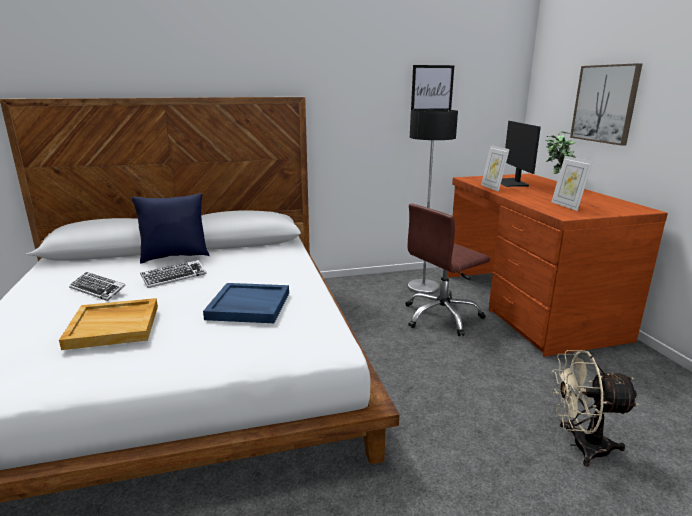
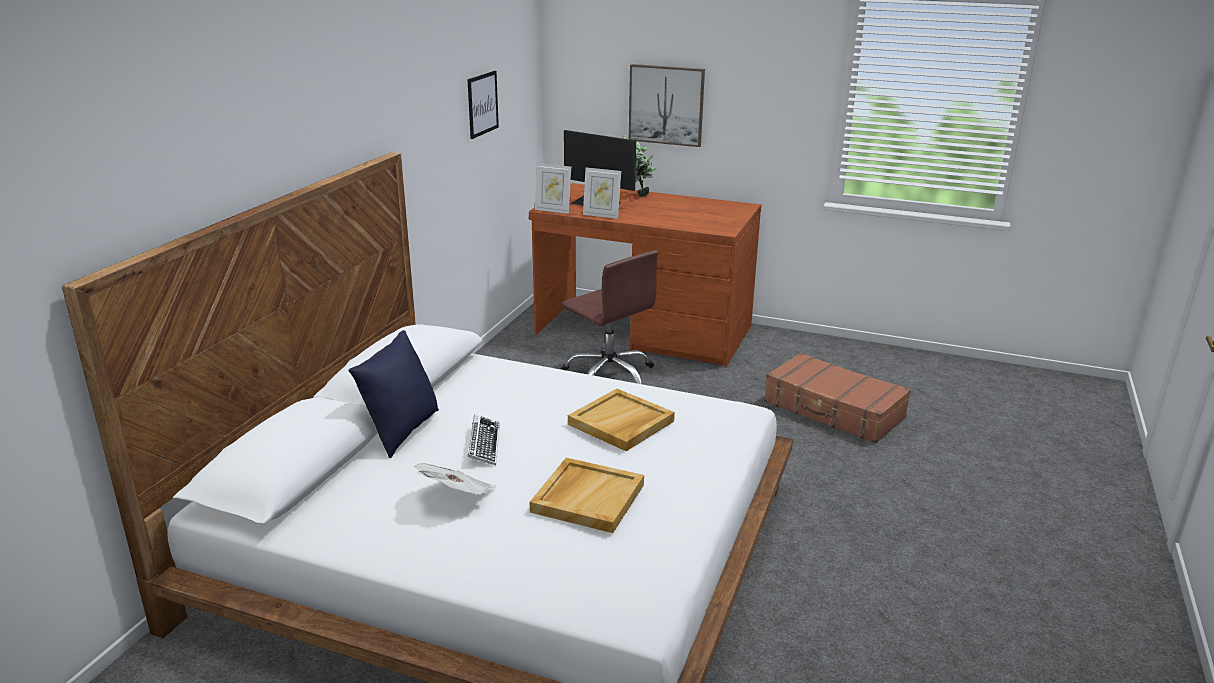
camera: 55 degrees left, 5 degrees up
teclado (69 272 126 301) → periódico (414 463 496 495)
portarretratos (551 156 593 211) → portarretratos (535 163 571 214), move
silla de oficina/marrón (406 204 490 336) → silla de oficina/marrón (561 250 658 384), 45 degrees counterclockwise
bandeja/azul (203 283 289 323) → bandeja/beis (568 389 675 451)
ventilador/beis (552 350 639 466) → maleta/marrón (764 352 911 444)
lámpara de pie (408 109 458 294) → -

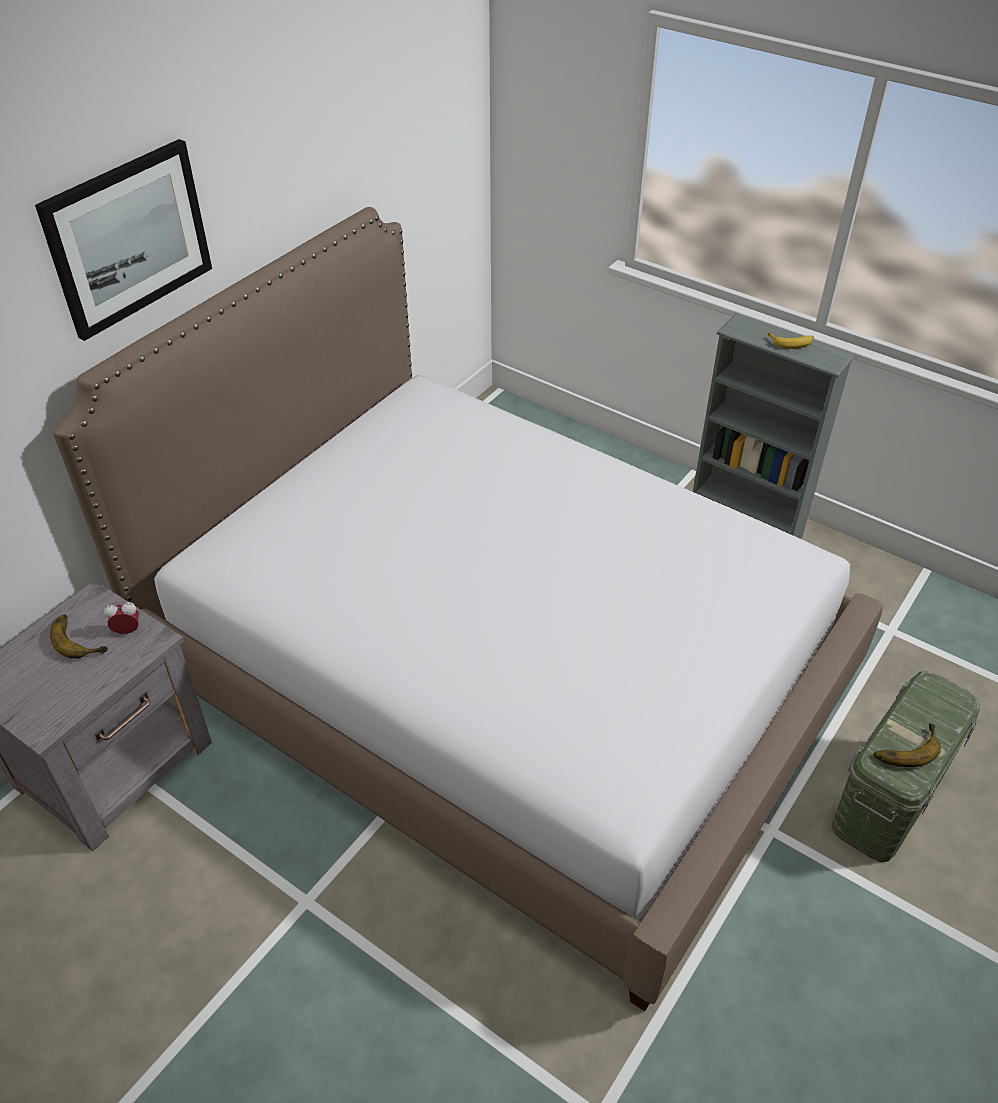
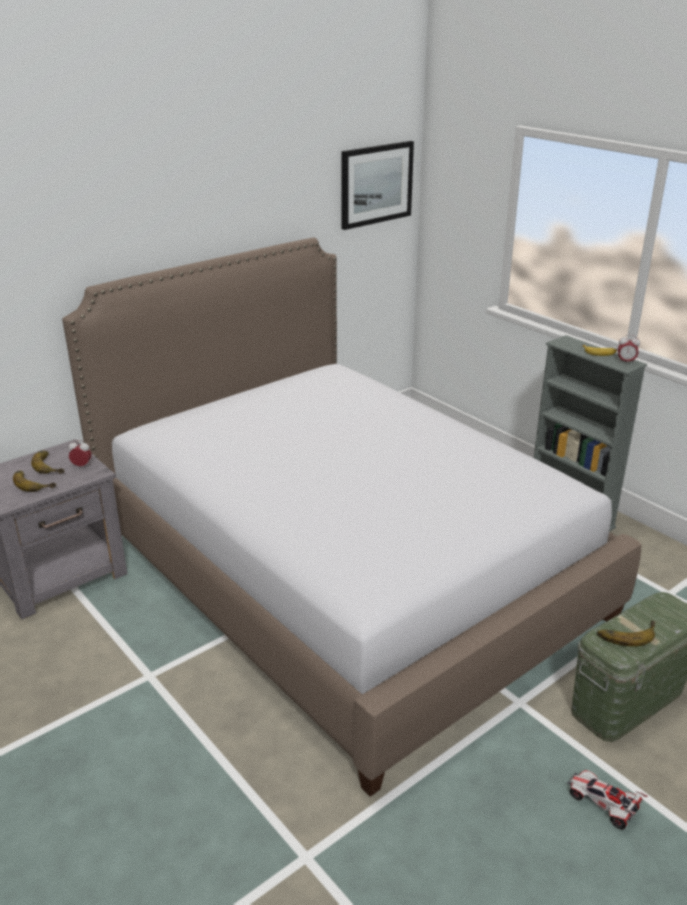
camera: 15 degrees right, 15 degrees down
- → plátano (13 471 56 492)
cuadro (35 139 212 341) → cuadro (341 141 414 230), move
- → coche de juguete (567 770 648 829)
- → despertador (618 335 640 364)

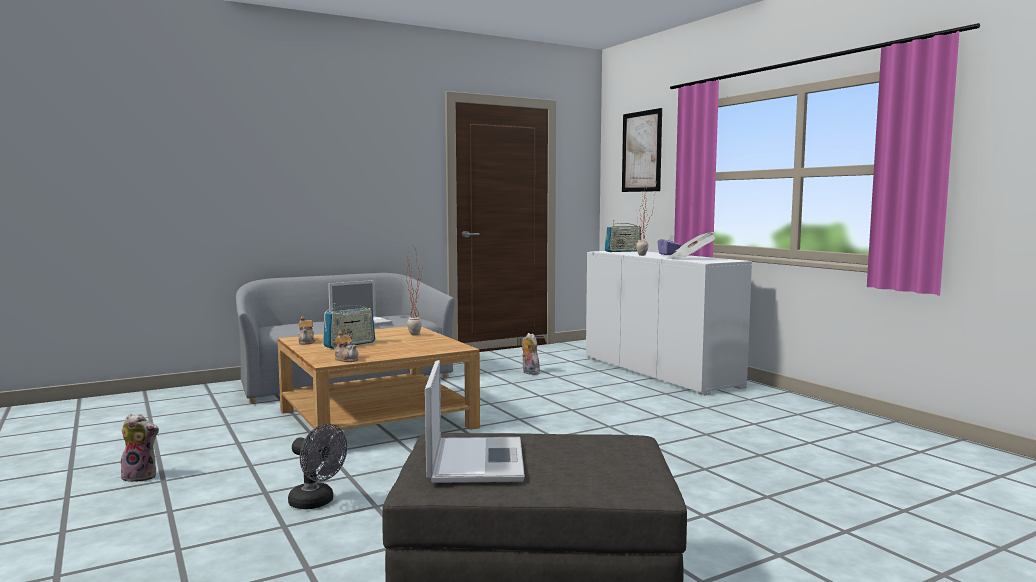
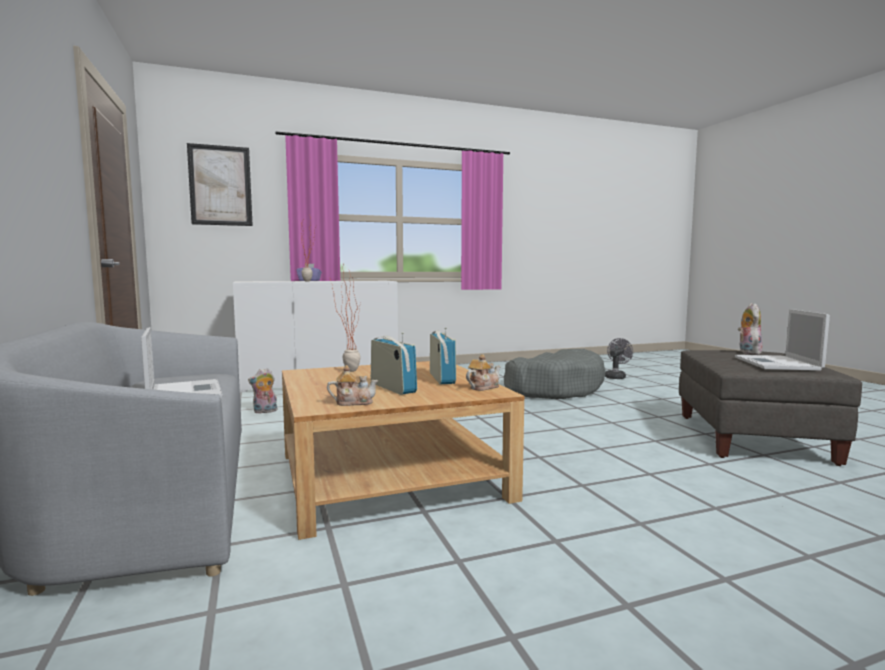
camera: 80 degrees left, 0 degrees up
radio (605 220 641 252) → radio (430 328 456 384), move
- → cama para perro/gris (504 349 606 399)
ventilador/gris (288 424 347 509) → ventilador/gris (605 338 633 379), move
portátil (425 360 525 483) → portátil (735 309 830 371), 90 degrees counterclockwise
peluche (121 414 159 482) → peluche (738 303 762 354), move
periódico (667 232 716 259) → -

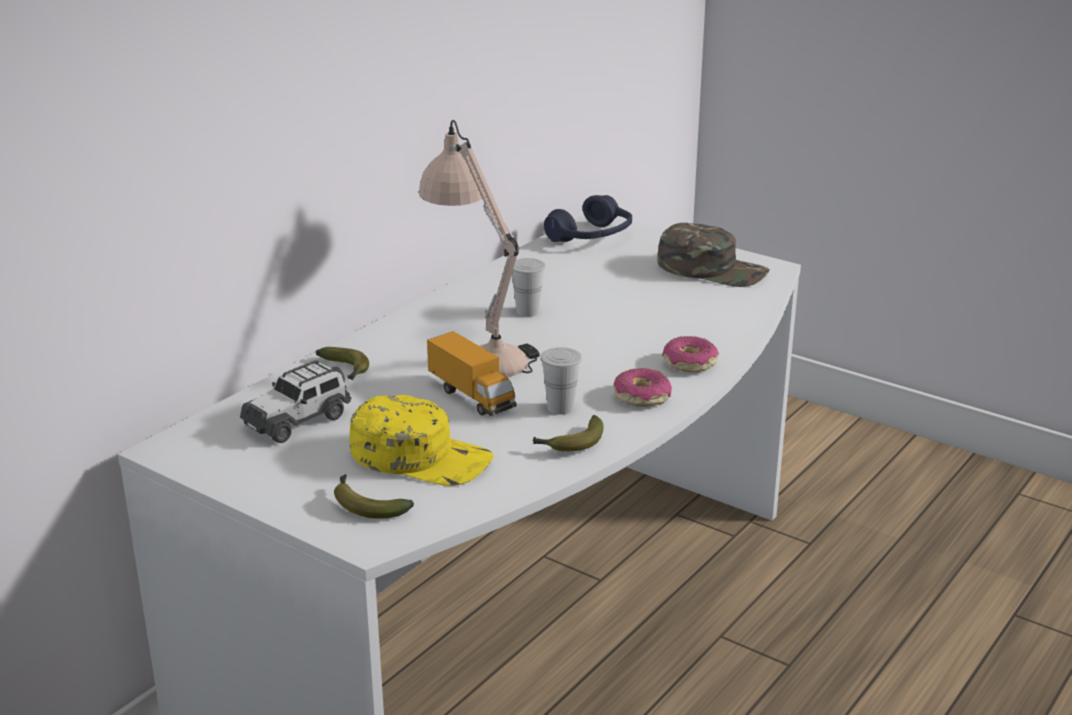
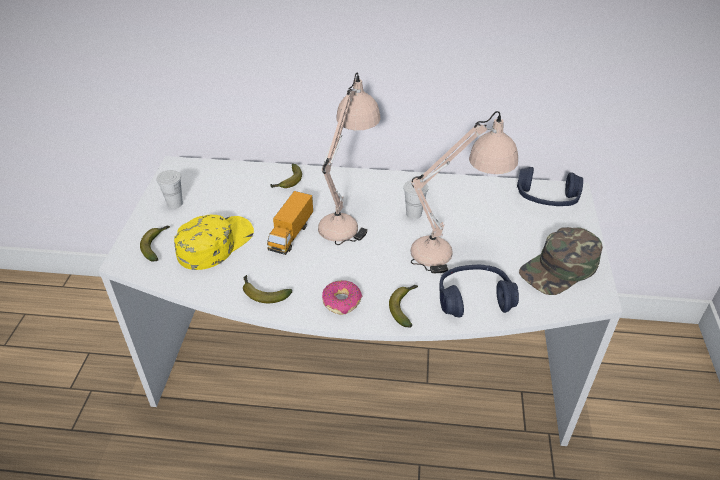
camera: 60 degrees right, 15 degrees up
taza/blanco (540 347 582 415) → taza/blanco (156 170 183 209), move
gorra/amarillo (349 395 493 486) → gorra/amarillo (174 214 254 270), 135 degrees counterclockwise
rosquilla (662 336 719 372) → plátano (389 285 418 328)
- → lámpara de mesa/beis (410 111 518 273)
- → auriculares/azul (439 265 519 318)
gorra/verde (657 223 770 287) → gorra/verde (519 227 603 295), 60 degrees clockwise
coche de juguete (240 360 351 443) → -

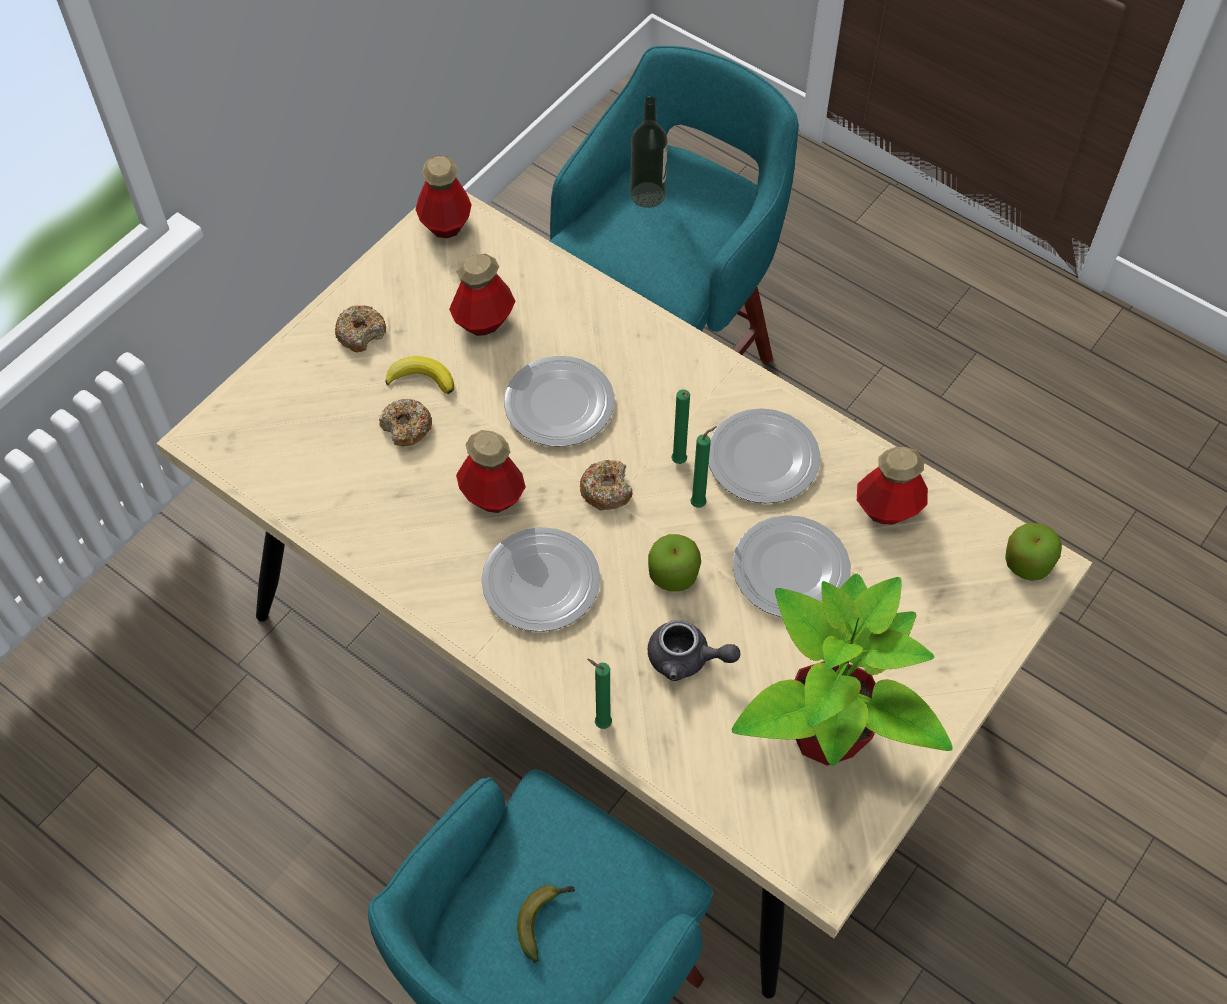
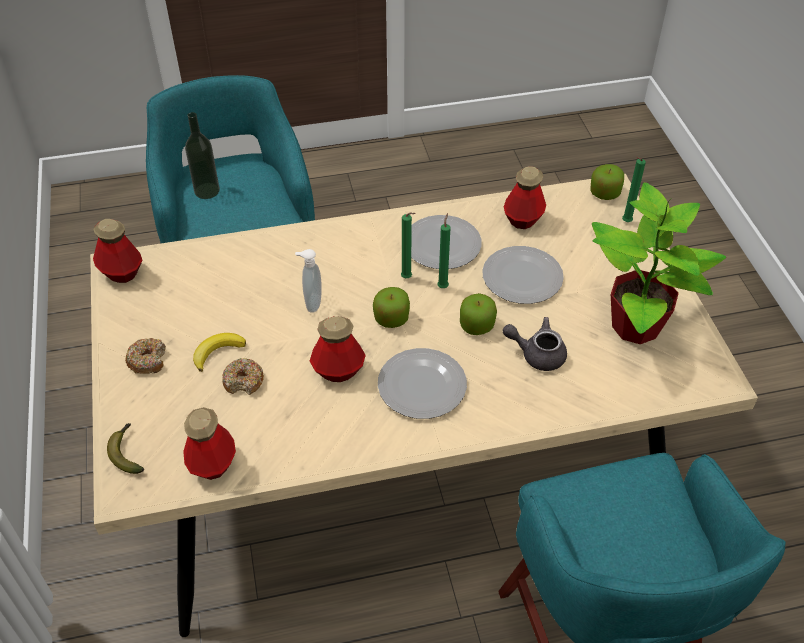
camera: 50 degrees left, 10 degrees down
plátano (517 885 575 963) → plátano (107 423 144 474), move
botella (449 254 515 336) → botella (183 407 236 480), move
plato (504 356 615 447) → dispensador de jabón (295 249 322 313)
rosquilla (580 460 633 510) → manzana (373 287 410 328)
tetera/gris (648 620 740 681) → tetera/gris (503 317 567 371), 135 degrees counterclockwise
vela/verde (587 659 612 729) → vela/verde (622 157 646 222), move

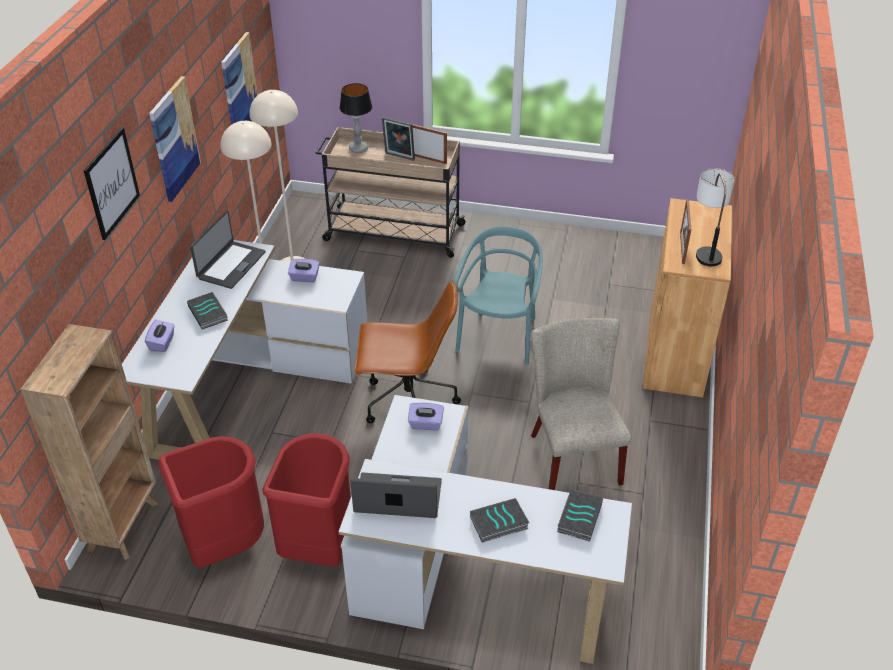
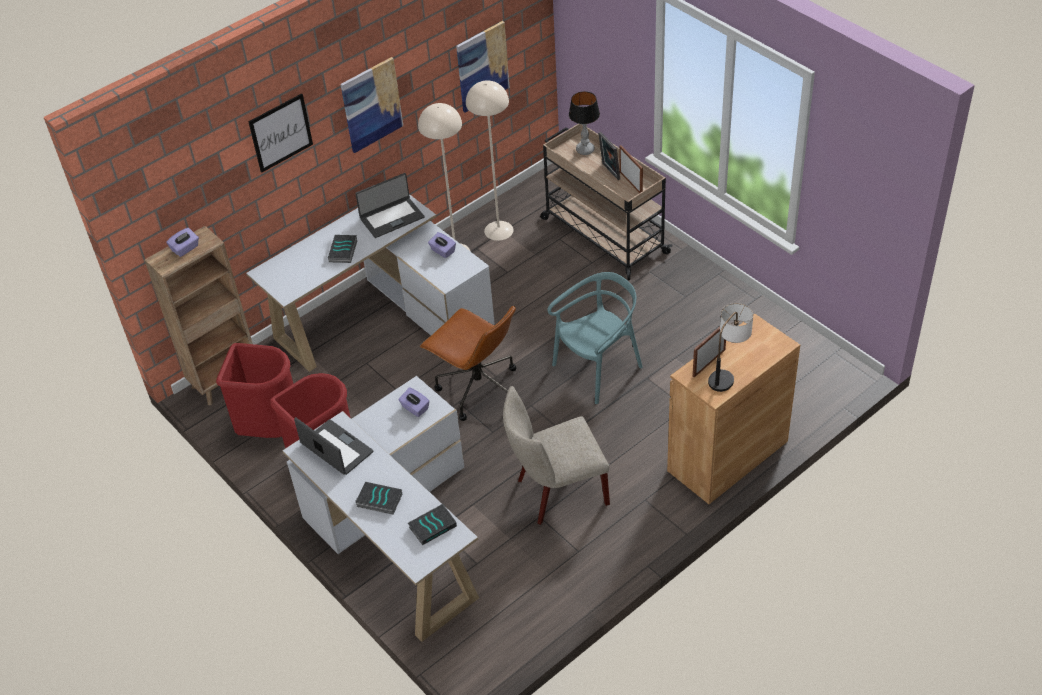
camera: 40 degrees right, 5 degrees up
caja de pañuelos/morado (145 319 175 352) → caja de pañuelos/morado (166 228 199 257), move
silla/beis (531 318 631 490) → silla/beis (503 386 610 525), 135 degrees counterclockwise

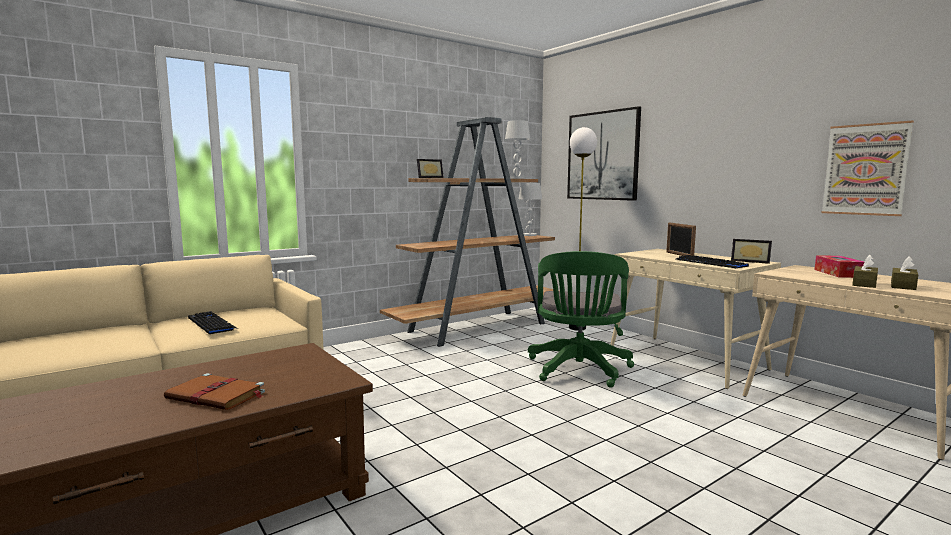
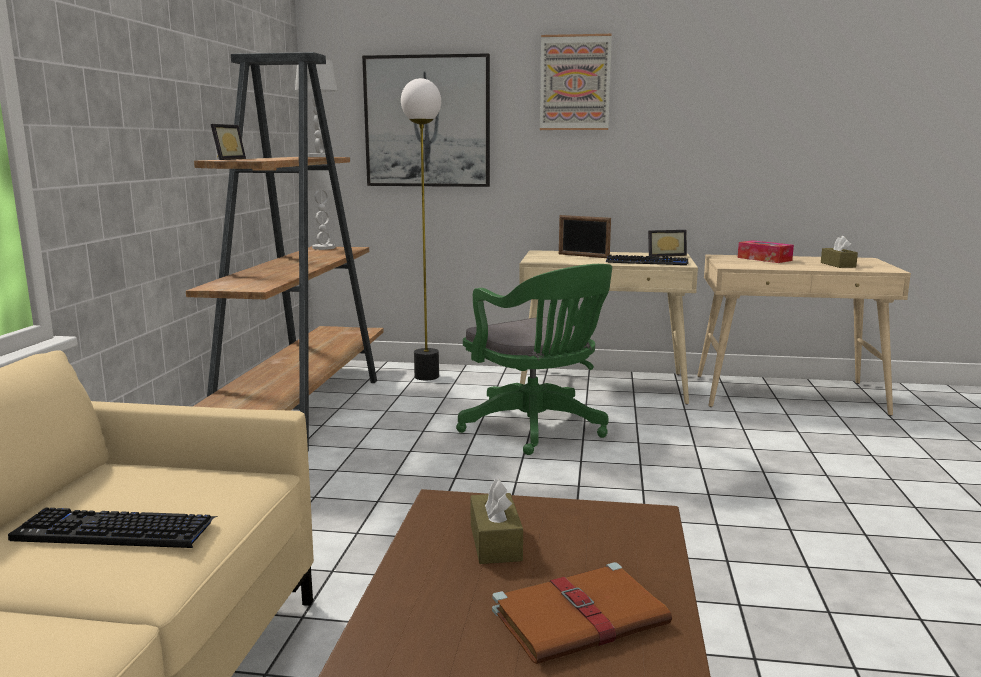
camera: 45 degrees left, 5 degrees up
caja de pañuelos/marrón (852 255 878 288) → caja de pañuelos/marrón (470 479 523 564), move
cuadro (822 121 914 216) → cuadro (540 34 612 130), move

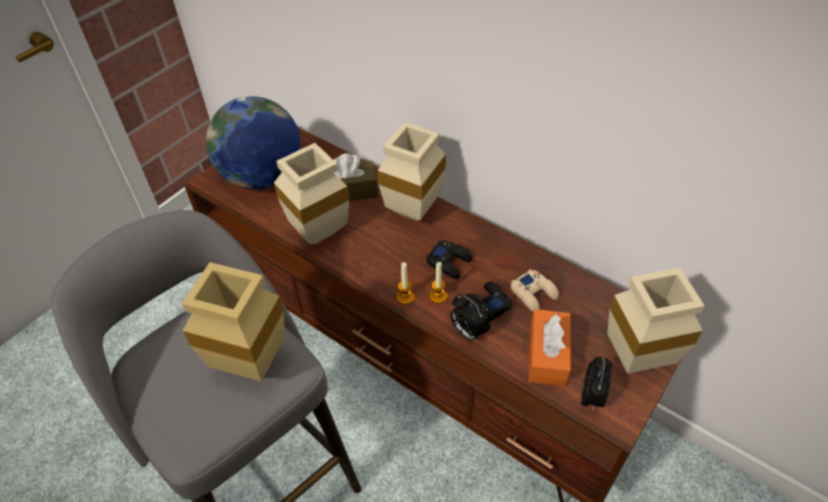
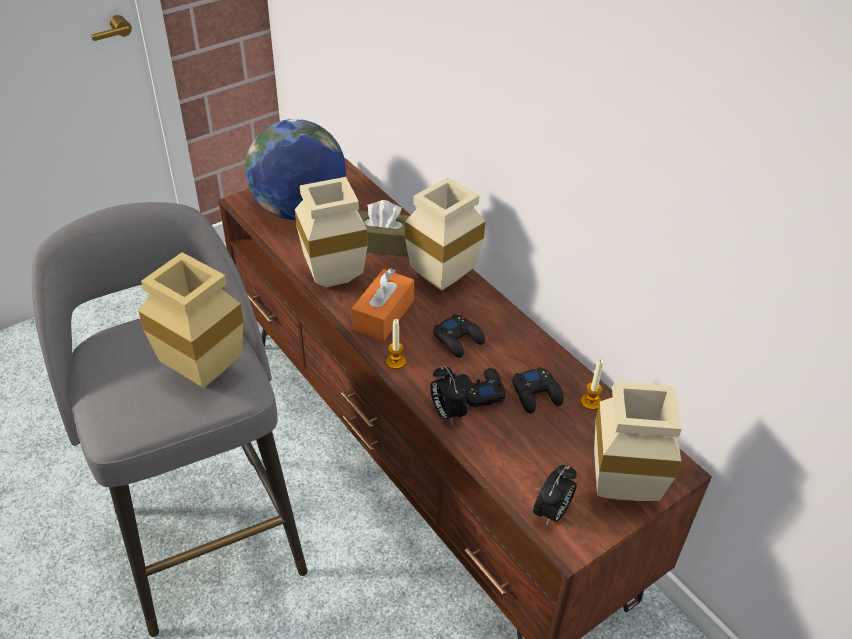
camera: 15 degrees right, 5 degrees down
caja de pañuelos/naranja (528 309 571 387) → caja de pañuelos/naranja (351 268 414 341), move
mando de consola/beis (511 269 559 312) → mando de consola/negro (512 367 564 413)
vela (429 262 447 304) → vela (581 360 603 410), move

